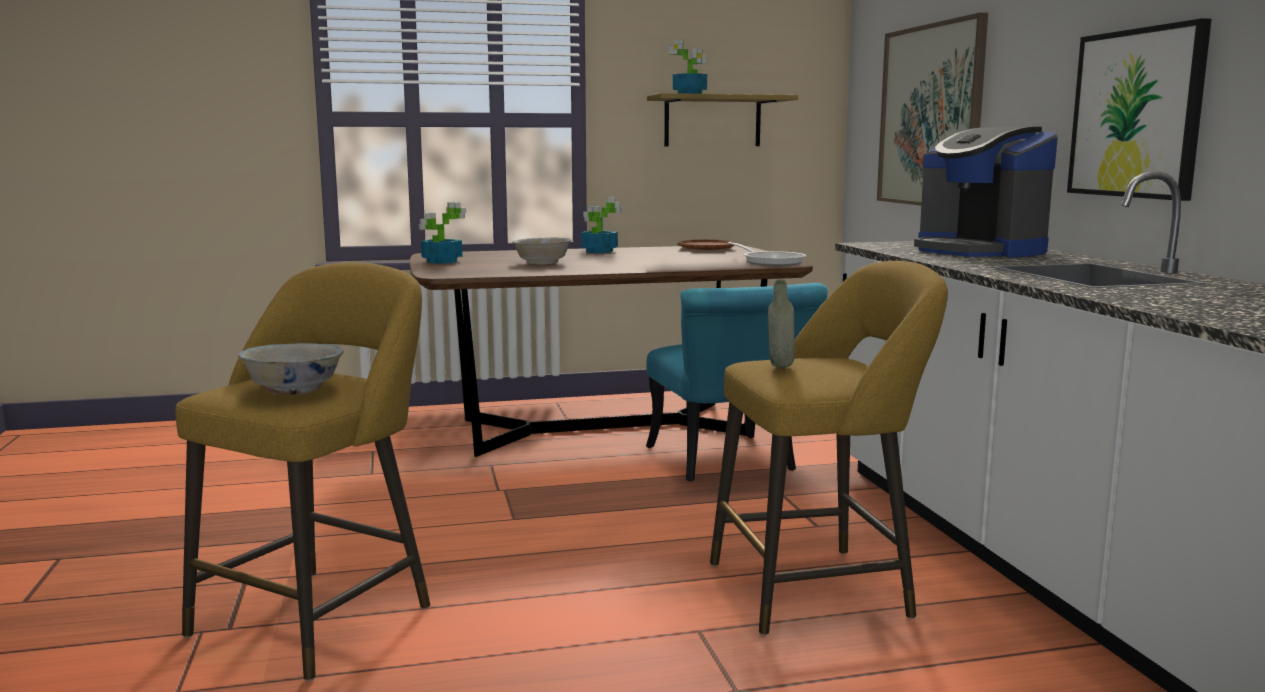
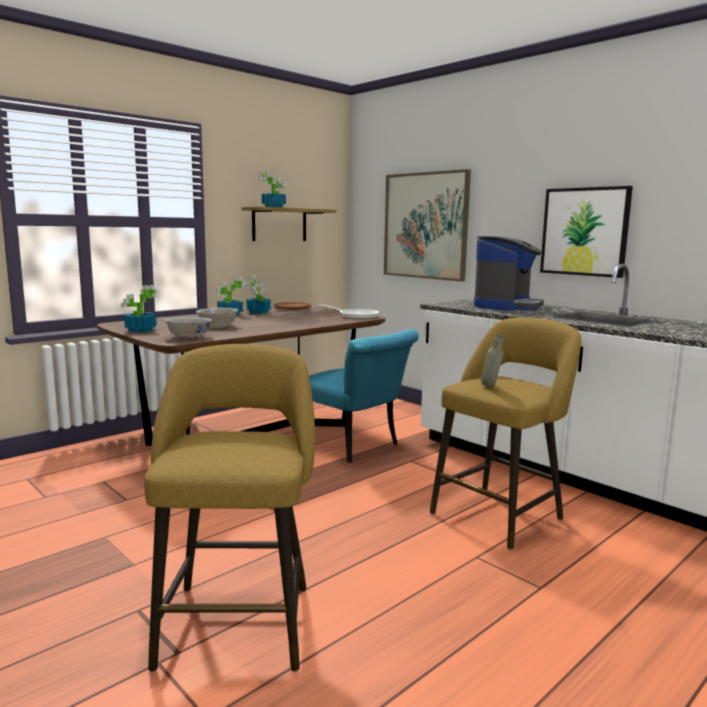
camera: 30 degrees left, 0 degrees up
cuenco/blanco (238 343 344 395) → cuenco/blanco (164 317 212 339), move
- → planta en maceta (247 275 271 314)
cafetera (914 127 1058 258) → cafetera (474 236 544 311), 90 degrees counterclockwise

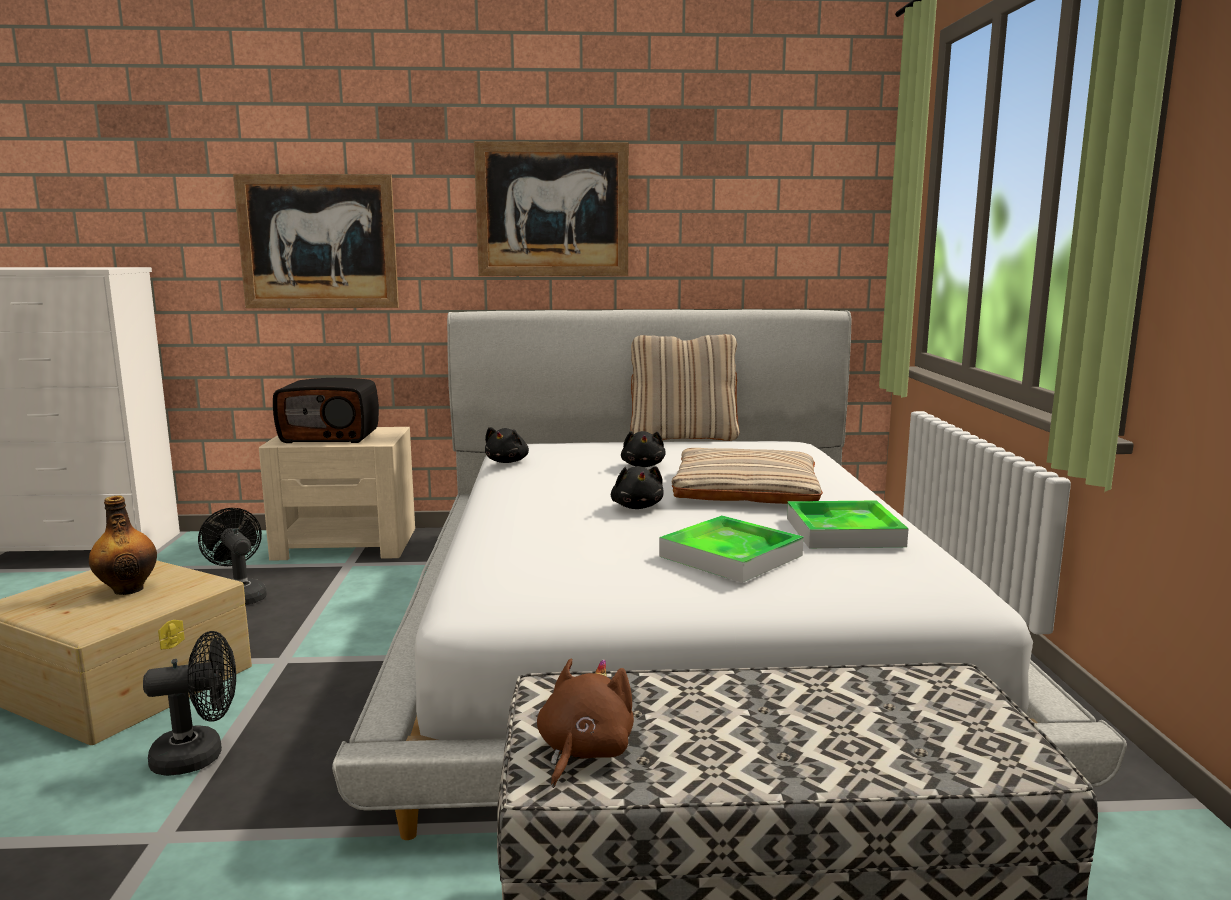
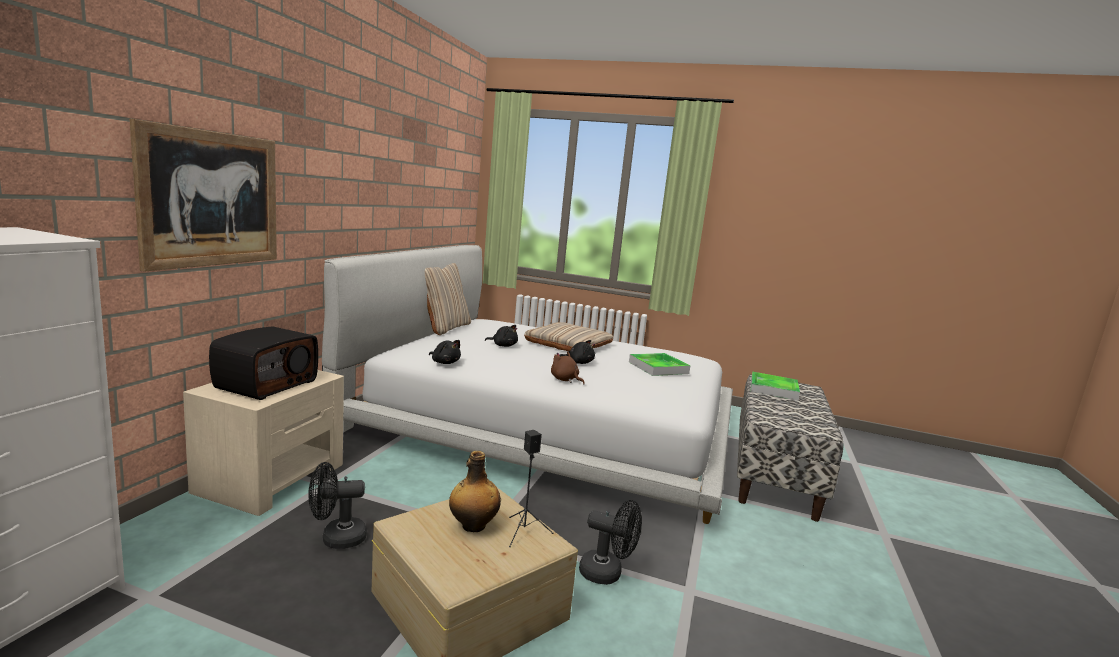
camera: 70 degrees left, 0 degrees up
- → altavoz/negro (509 430 553 547)
peluche/marrón (537 658 634 788) → peluche/marrón (551 352 585 385), move
ventilador/negro (143 631 236 776) → ventilador/negro (579 500 642 585), 105 degrees clockwise
bandeja (787 500 909 548) → bandeja (750 372 800 401), move
cuadro (474 141 629 276) → -

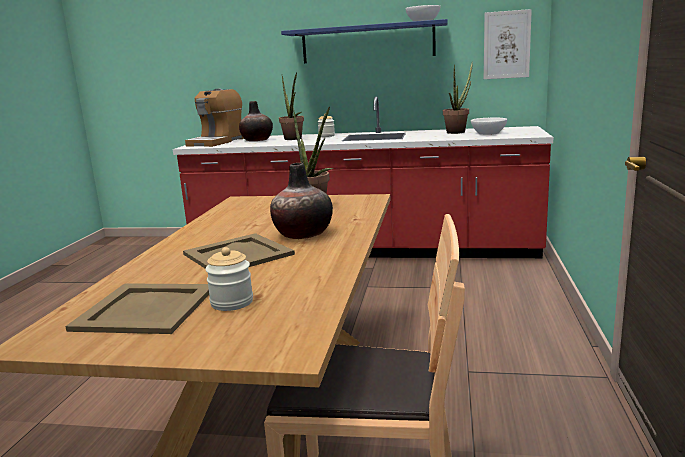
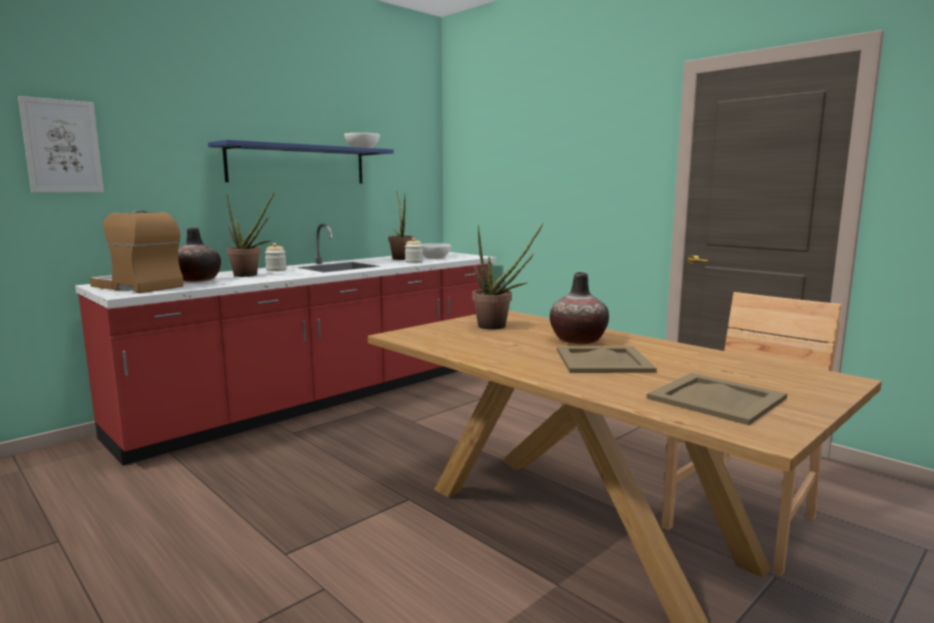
camera: 55 degrees left, 5 degrees down
cuadro (484 9 532 79) → cuadro (18 96 104 193), move
cafetera (185 89 244 147) → cafetera (90 210 184 293), 150 degrees clockwise
tarro (205 247 253 311) → tarro (405 238 423 263), move

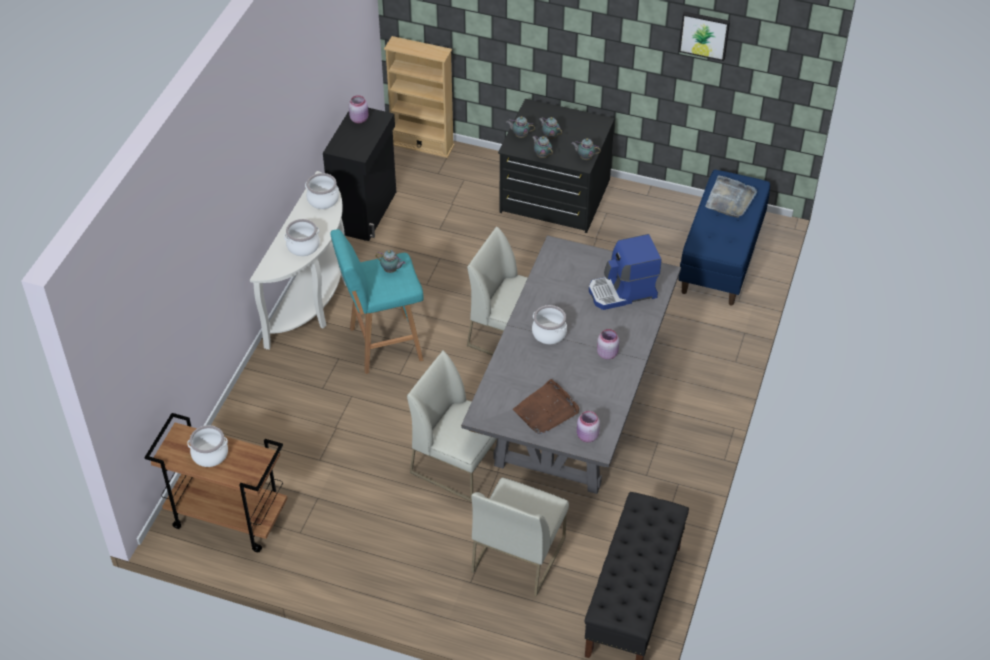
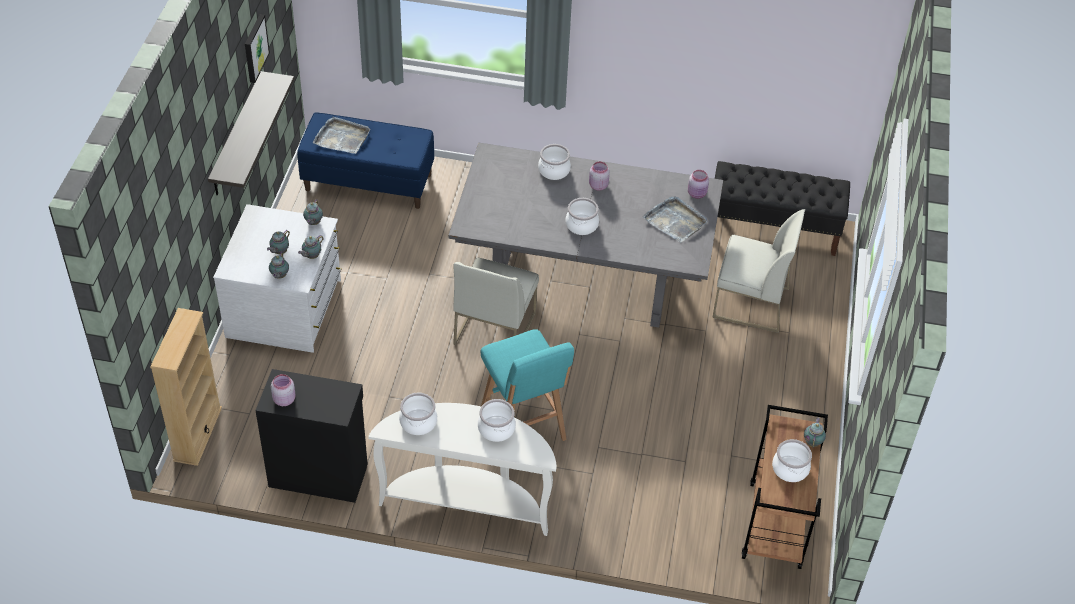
camera: 100 degrees left, 0 degrees up
- → estante (208 71 294 195)
cómoda/negro (498 99 615 233) → cómoda/blanco (213 204 341 353)
- → olla (538 144 571 180)
bandeja/marrón (513 379 579 435) → bandeja/gris (643 196 708 242)
tetera (376 250 406 273) → tetera (804 417 826 448), move
silla/blanco (407 350 498 502) → -
cafetera (589 234 662 310) → -

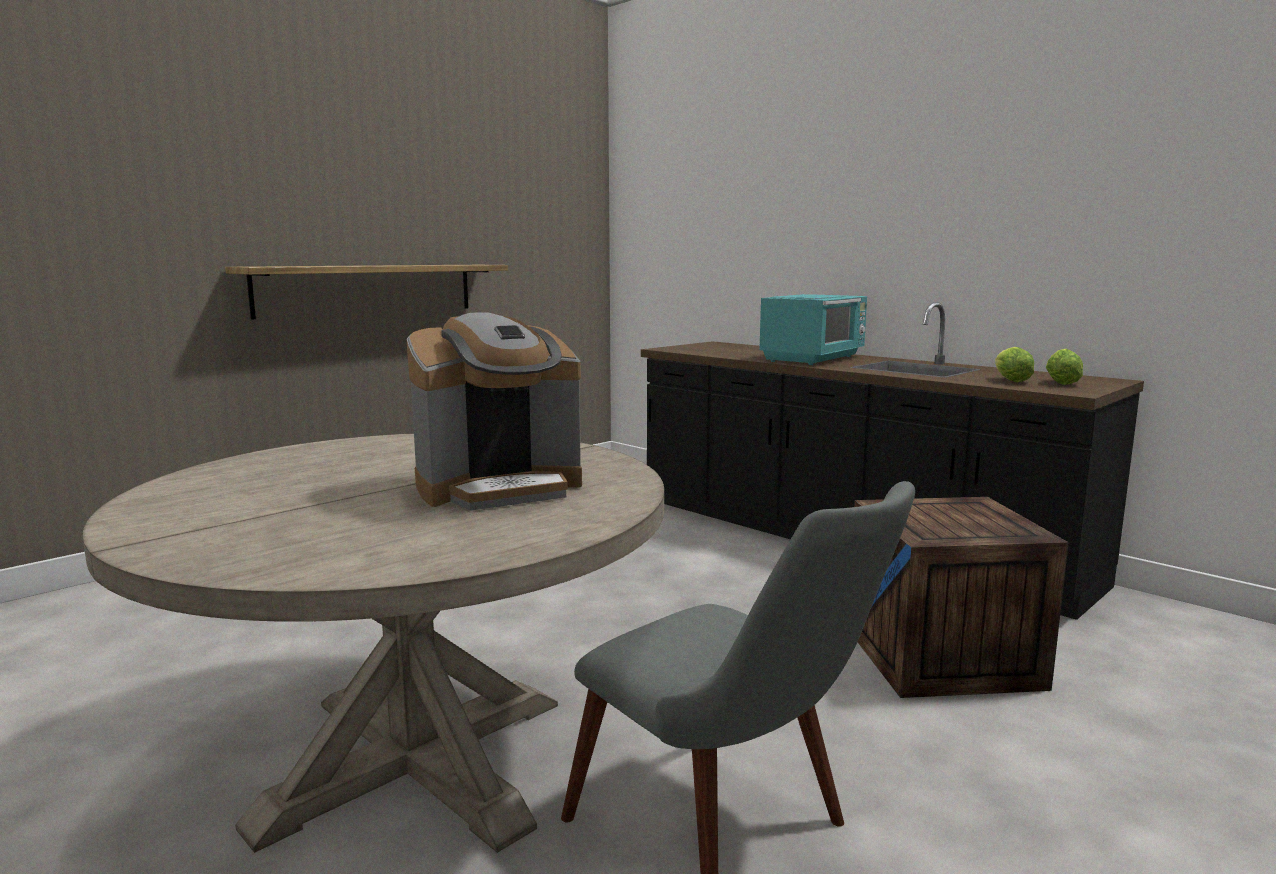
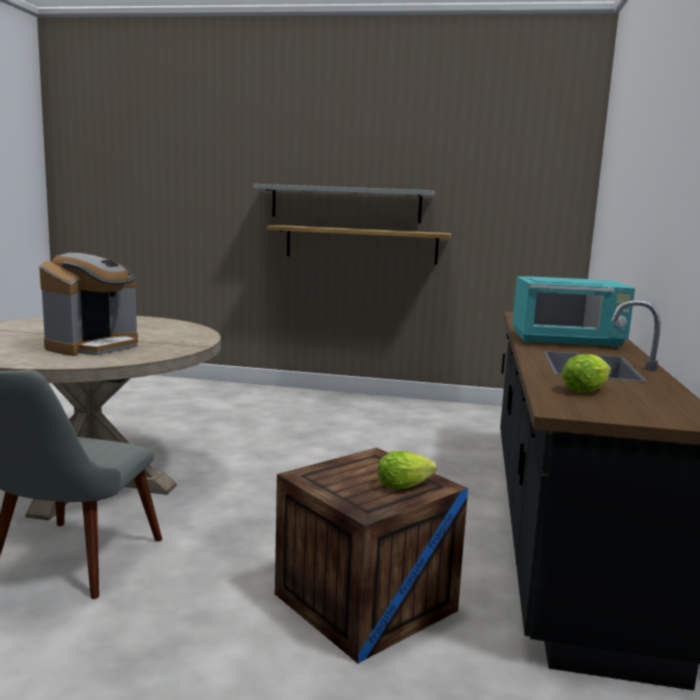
camera: 55 degrees right, 0 degrees up
cafetera (407 312 582 511) → cafetera (39 253 138 356), 90 degrees counterclockwise
- → estante/gris (253 184 435 223)
lechuga (1046 349 1083 385) → lechuga (378 451 437 489), move

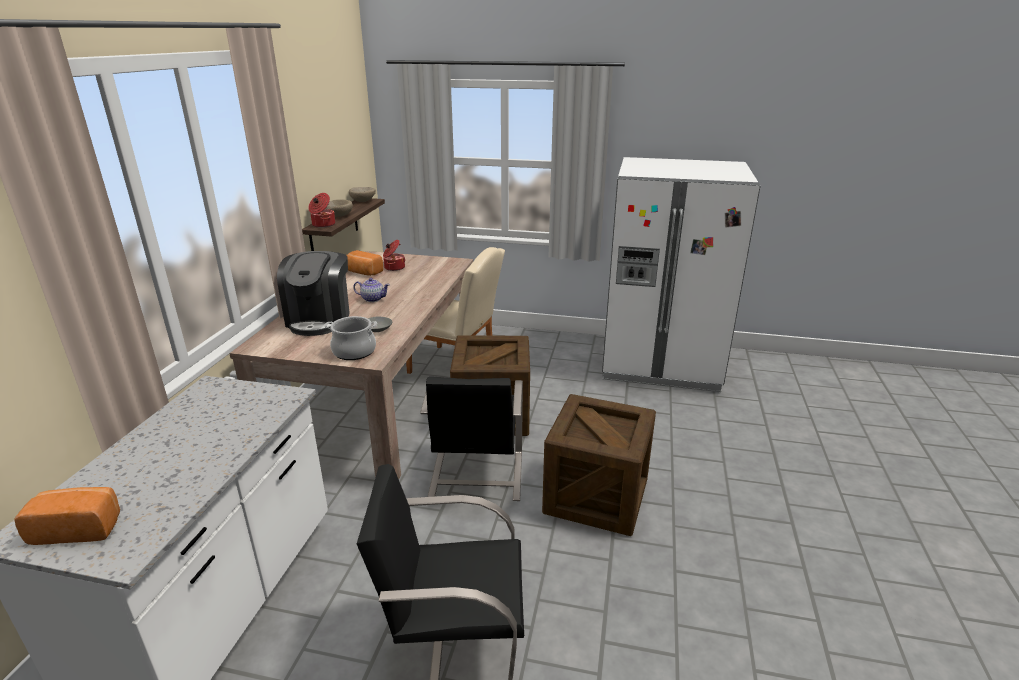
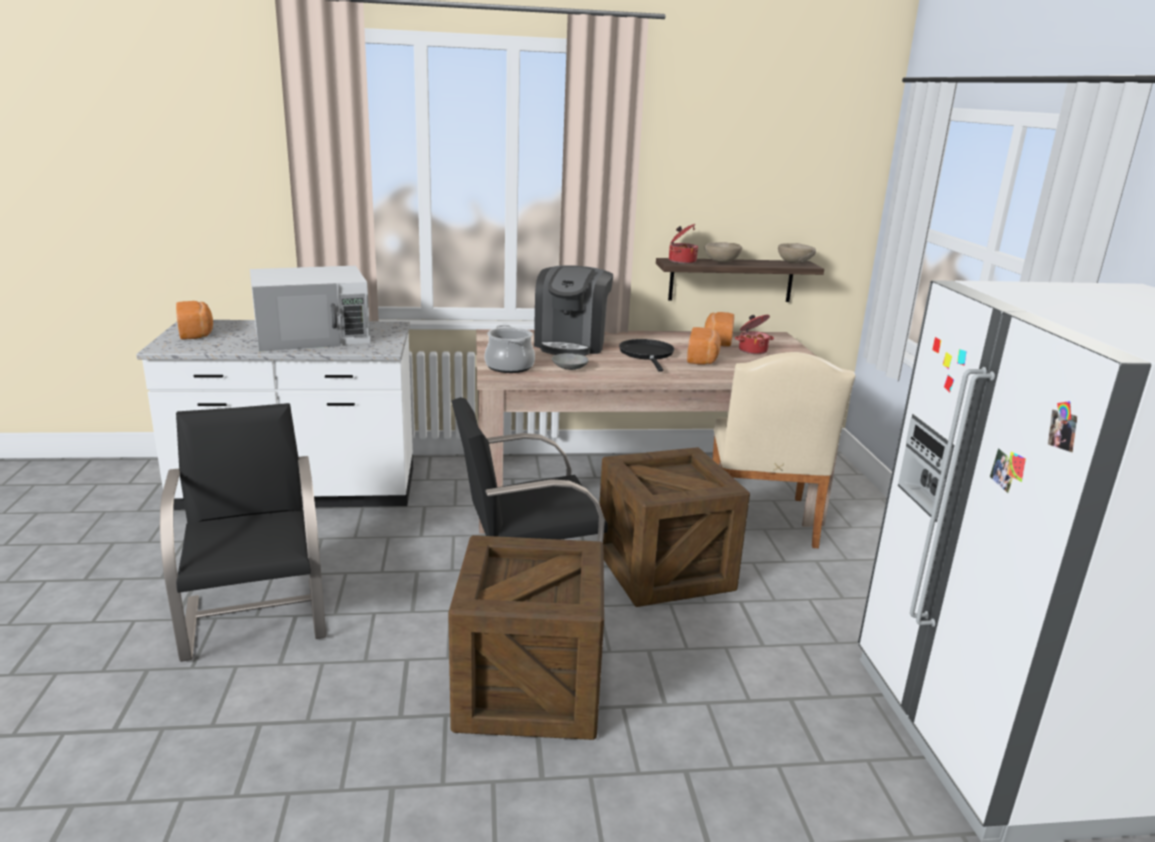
camera: 70 degrees right, 5 degrees down
- → microondas/blanco (250 266 370 352)
cafetera (277 251 349 336) → cafetera (534 265 613 356), 60 degrees counterclockwise
tetera (353 278 390 302) → sartén/negro (619 339 674 372)
- → pan (687 327 721 365)

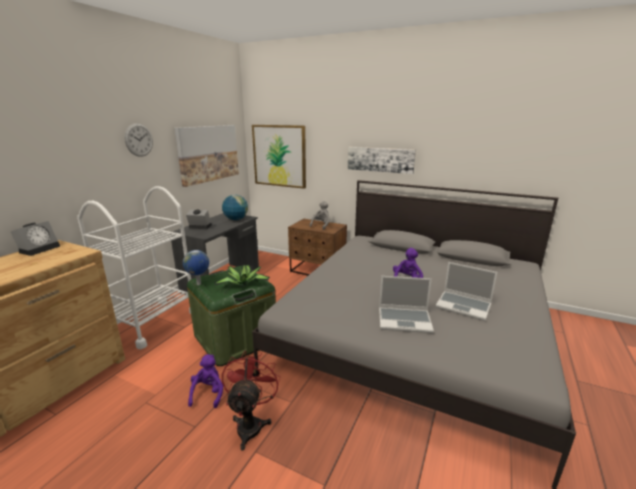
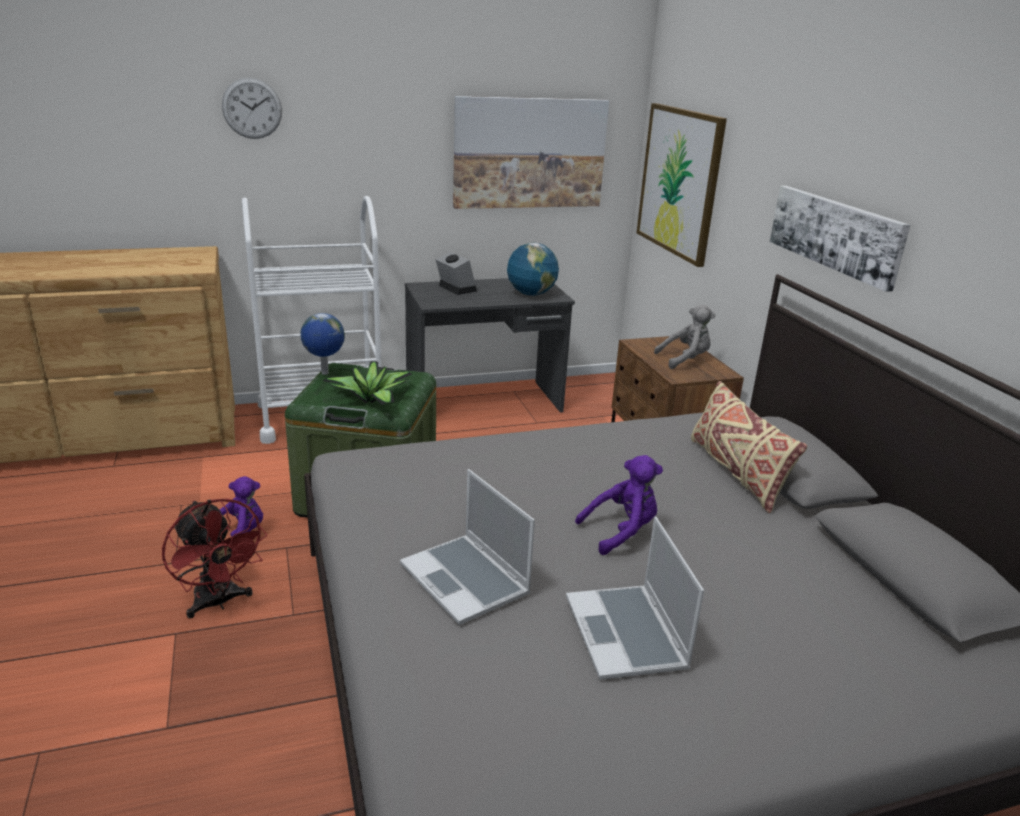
camera: 45 degrees right, 5 degrees up
ventilador/rojo (222 351 280 450) → ventilador/rojo (162 498 267 618), 90 degrees clockwise
reloj de pared (124 123 153 157) → reloj de pared (222 78 282 139), move
- → cojín/beis (691 381 807 513)
despertador (11 221 60 256) → -

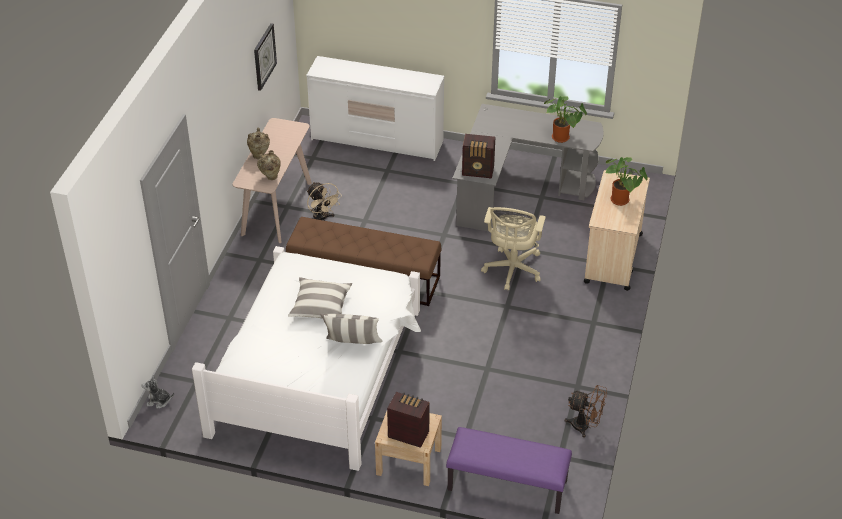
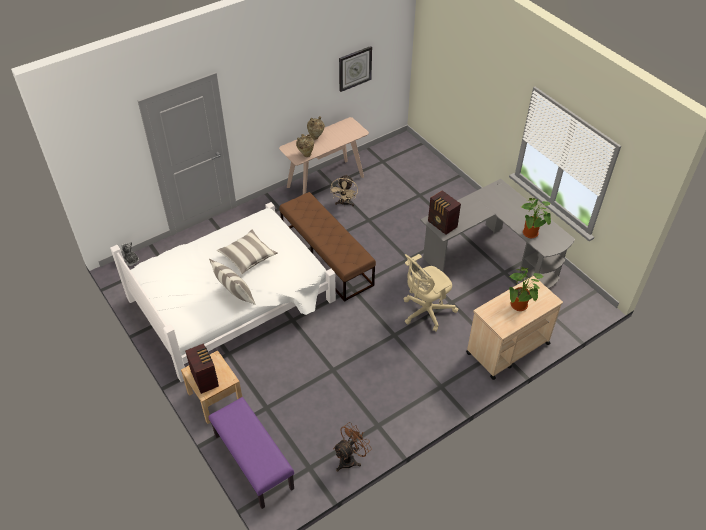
camera: 40 degrees right, 5 degrees up
ventilador/marrón (565 385 607 438) → ventilador/marrón (333 422 372 472), 105 degrees counterclockwise
cómoda/blanco (306 56 445 161) → -

